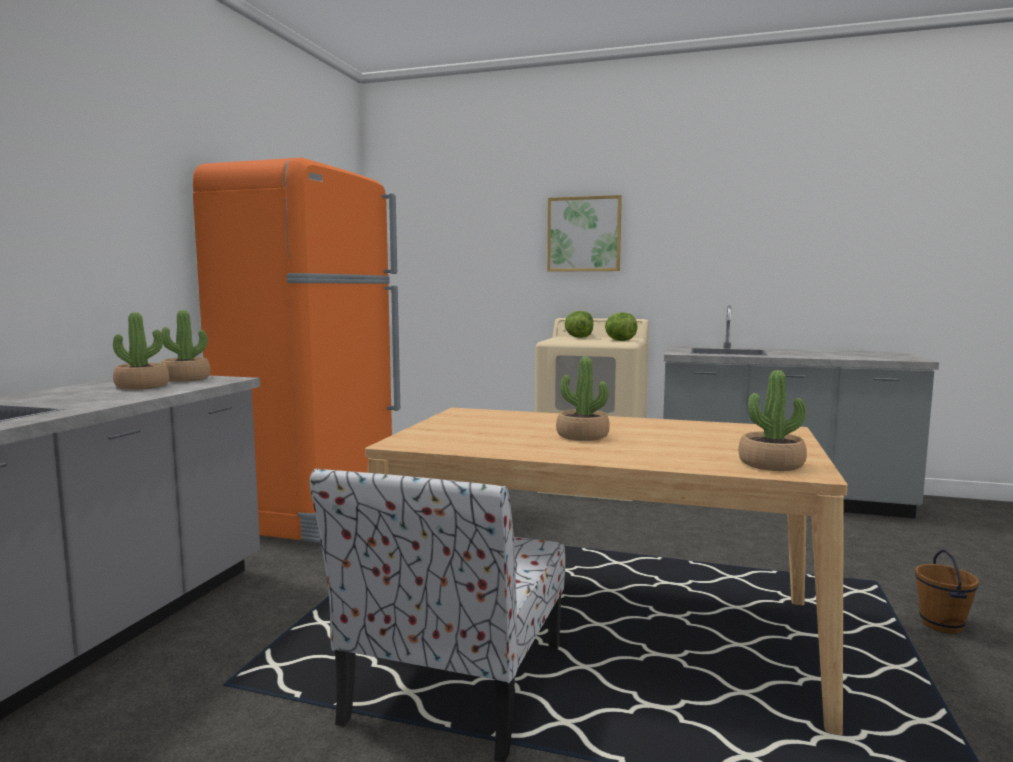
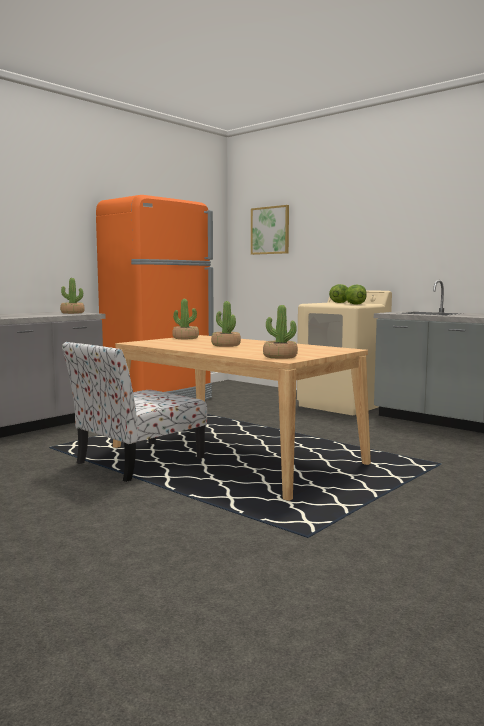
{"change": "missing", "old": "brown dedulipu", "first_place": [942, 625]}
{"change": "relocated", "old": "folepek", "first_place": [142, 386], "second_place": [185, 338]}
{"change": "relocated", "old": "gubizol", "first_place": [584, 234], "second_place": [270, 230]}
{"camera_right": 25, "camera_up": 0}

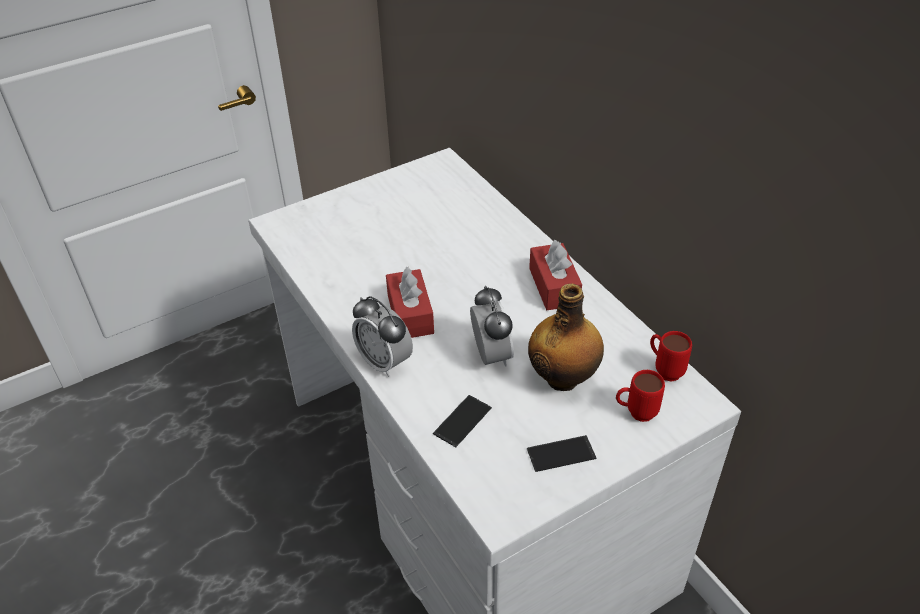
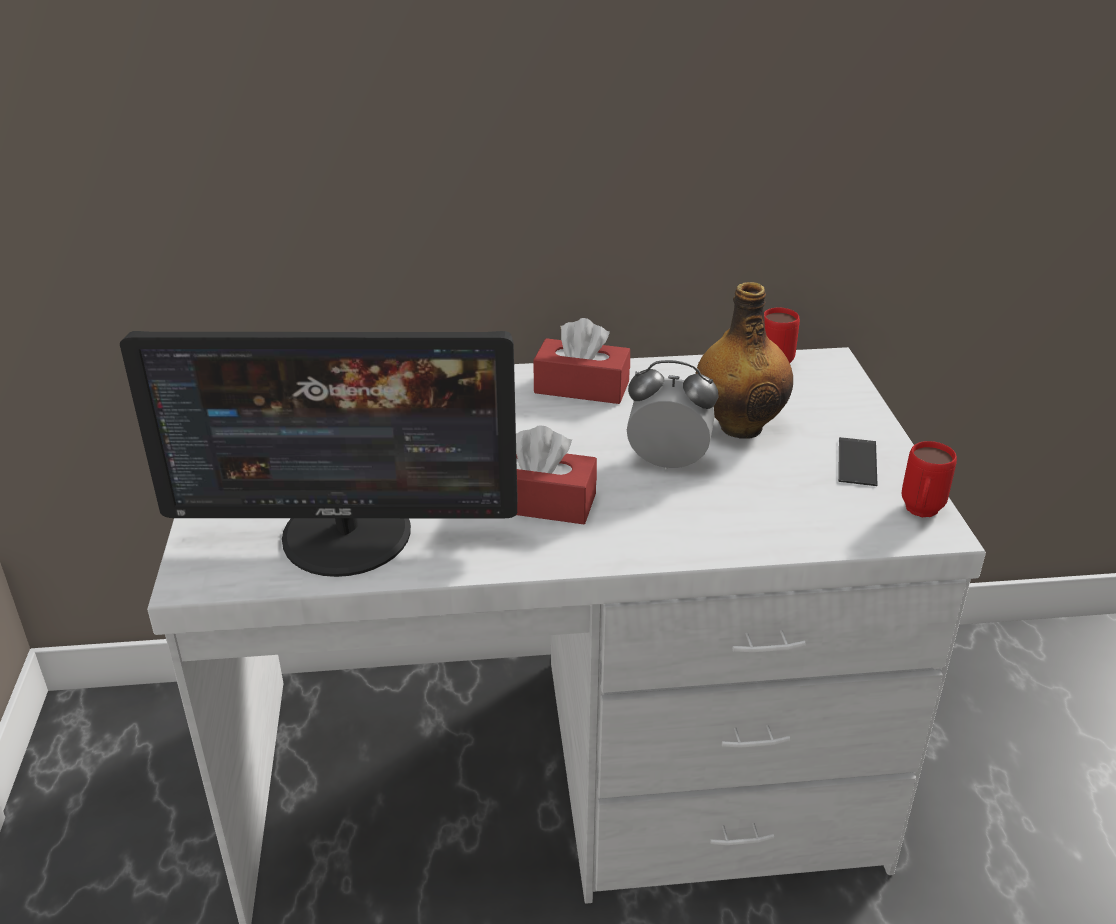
{"change": "missing", "old": "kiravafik", "first_place": [384, 362]}
{"change": "missing", "old": "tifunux", "first_place": [462, 421]}
{"change": "appeared", "new": "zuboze", "second_place": [347, 535]}
{"change": "relocated", "old": "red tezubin", "first_place": [635, 413], "second_place": [920, 514]}
{"camera_right": -65, "camera_up": -10}

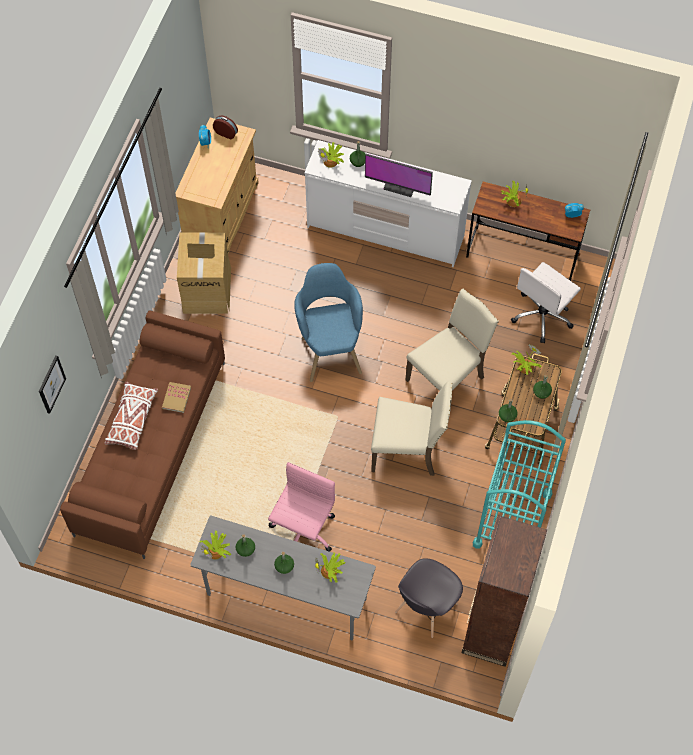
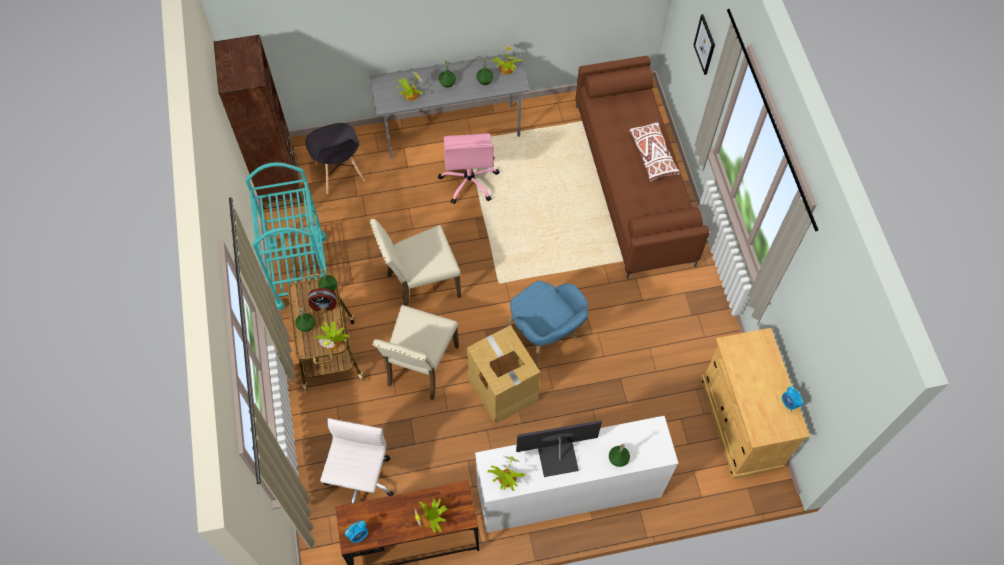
{"change": "missing", "old": "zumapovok", "first_place": [176, 398]}
{"change": "relocated", "old": "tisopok", "first_place": [207, 289], "second_place": [502, 388]}
{"change": "relocated", "old": "kiravafik", "first_place": [226, 132], "second_place": [324, 305]}
{"change": "relocated", "old": "folepek", "first_place": [331, 161], "second_place": [506, 479]}
{"change": "spun", "old": "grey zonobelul", "first_place": [426, 608], "second_place": [340, 173], "degrees": 150}
{"camera_right": 150, "camera_up": 0}

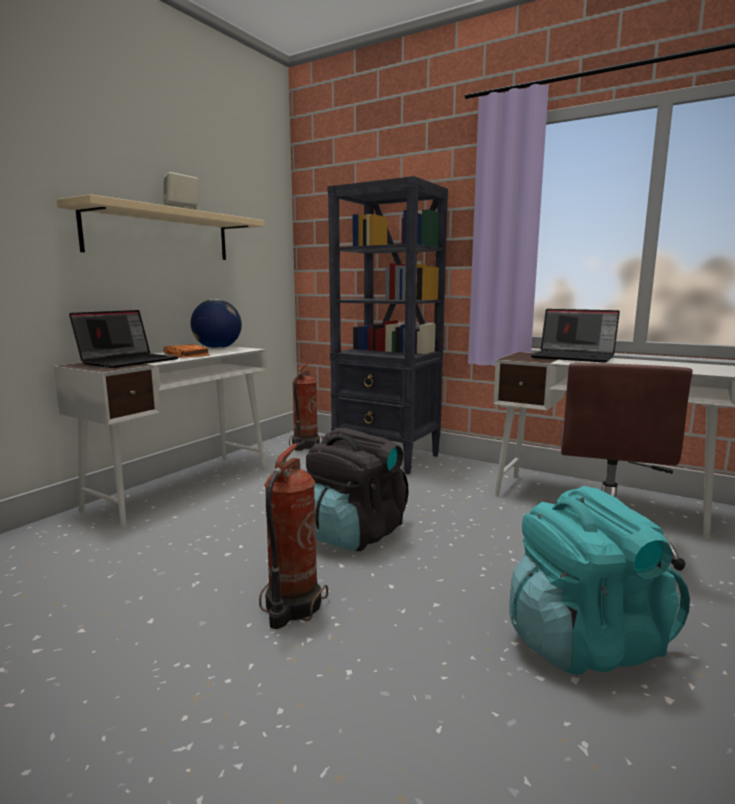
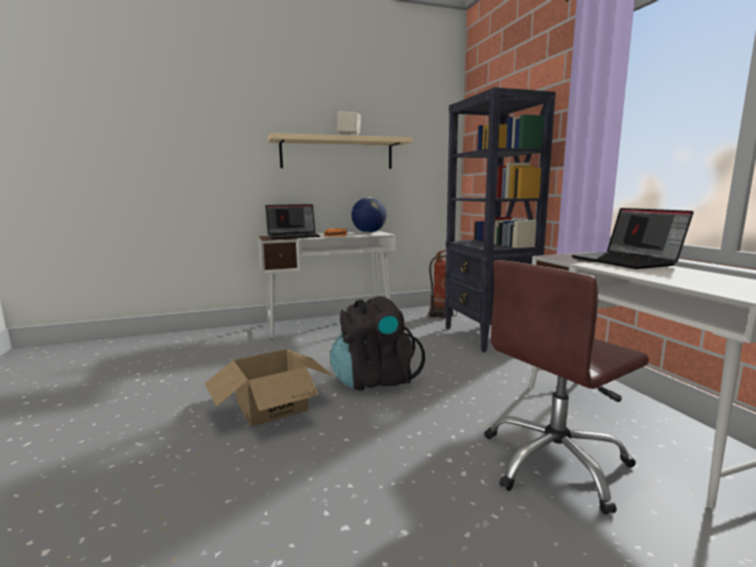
{"change": "missing", "old": "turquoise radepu", "first_place": [584, 642]}
{"change": "exchanged", "old": "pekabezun", "new": "tisopok", "first_place": [291, 607], "second_place": [272, 405]}
{"camera_right": 40, "camera_up": 0}

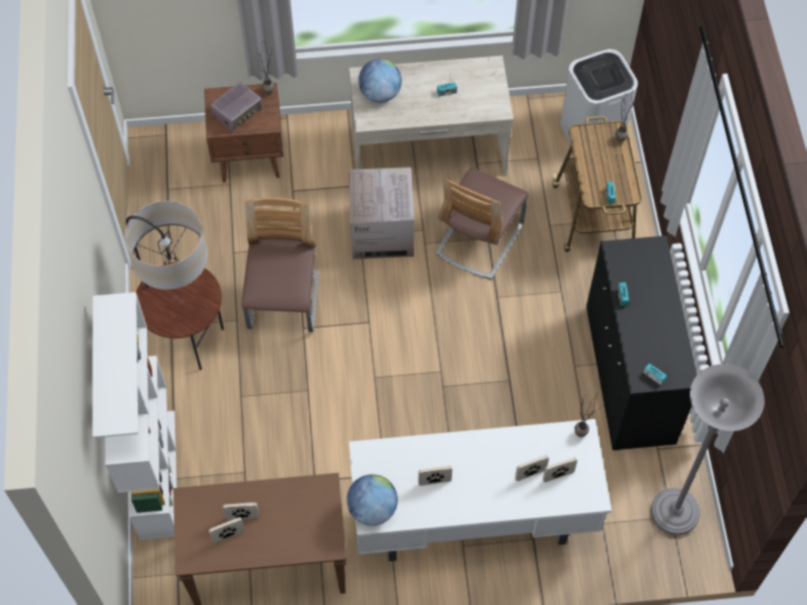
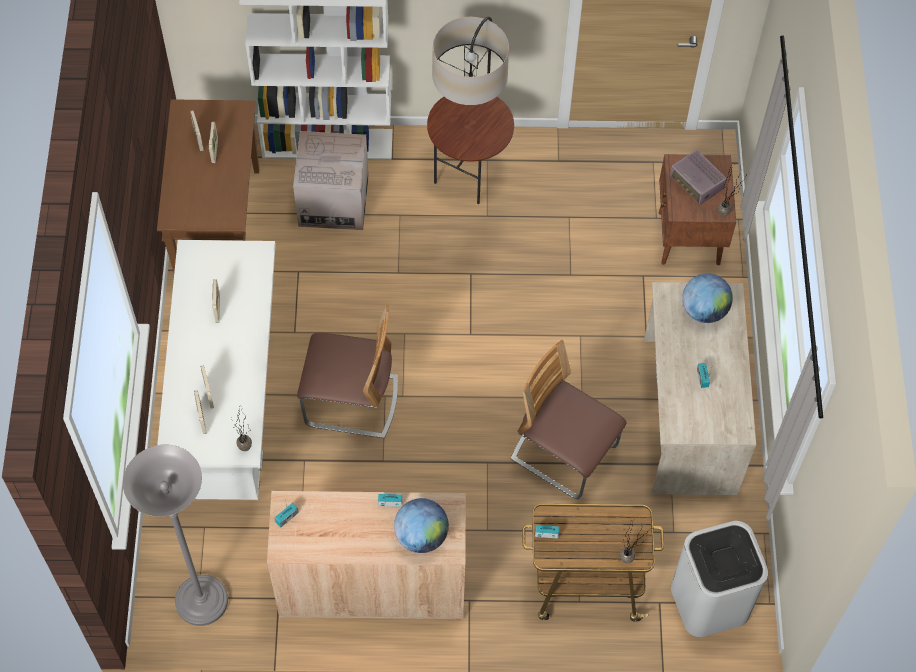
{"change": "relocated", "old": "zonobelul", "first_place": [284, 302], "second_place": [351, 401]}
{"change": "relocated", "old": "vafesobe", "first_place": [372, 509], "second_place": [421, 536]}
{"change": "relocated", "old": "tisopok", "first_place": [382, 231], "second_place": [333, 201]}
{"change": "colour", "old": "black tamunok", "new": "beige tamunok", "first_place": [629, 375], "second_place": [372, 584]}
{"camera_right": 95, "camera_up": 0}

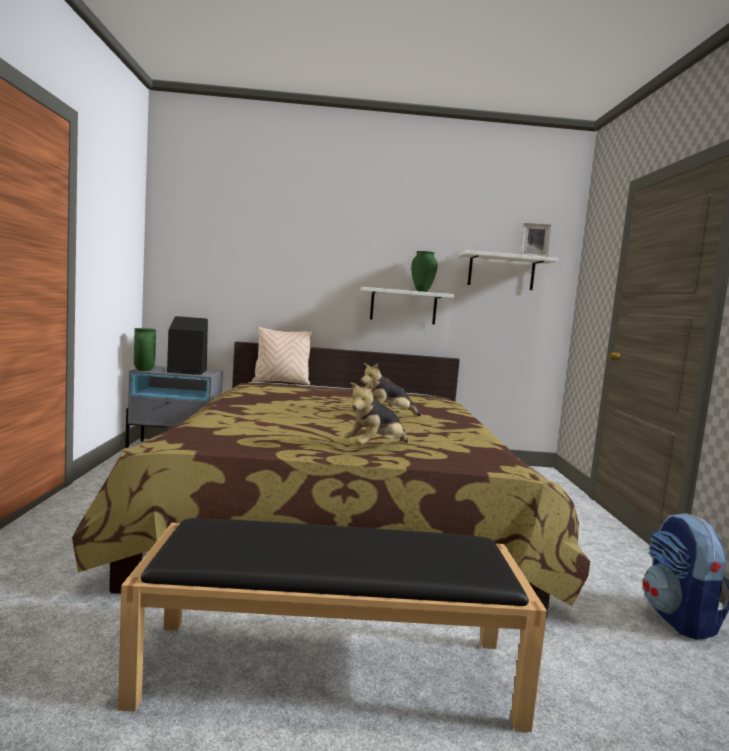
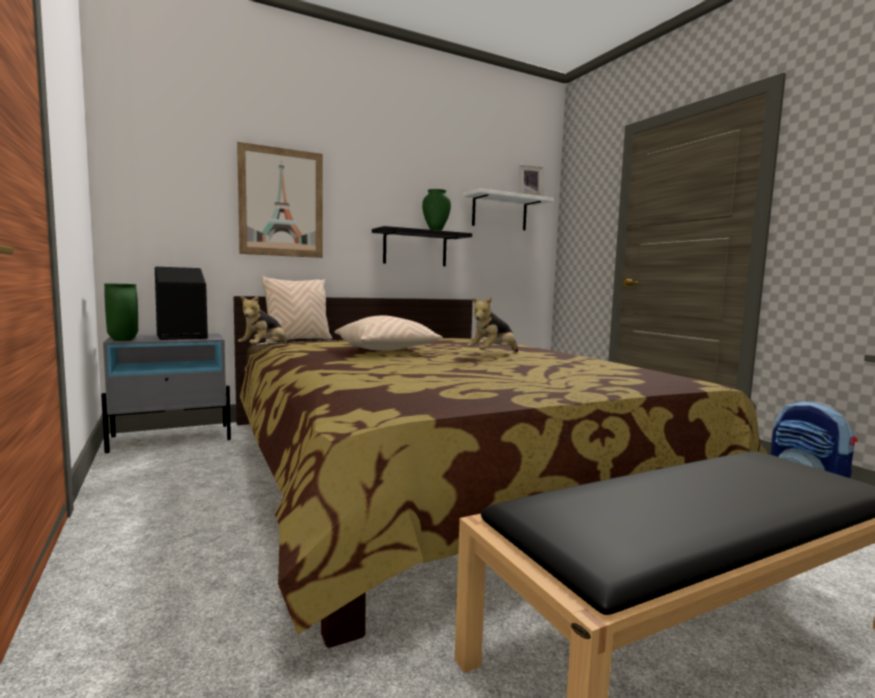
{"change": "appeared", "new": "gubizol", "second_place": [281, 202]}
{"change": "appeared", "new": "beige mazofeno", "second_place": [387, 351]}
{"change": "relocated", "old": "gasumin", "first_place": [375, 448], "second_place": [264, 348]}
{"change": "colour", "old": "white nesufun", "new": "black nesufun", "first_place": [403, 306], "second_place": [415, 248]}
{"camera_right": -25, "camera_up": 0}

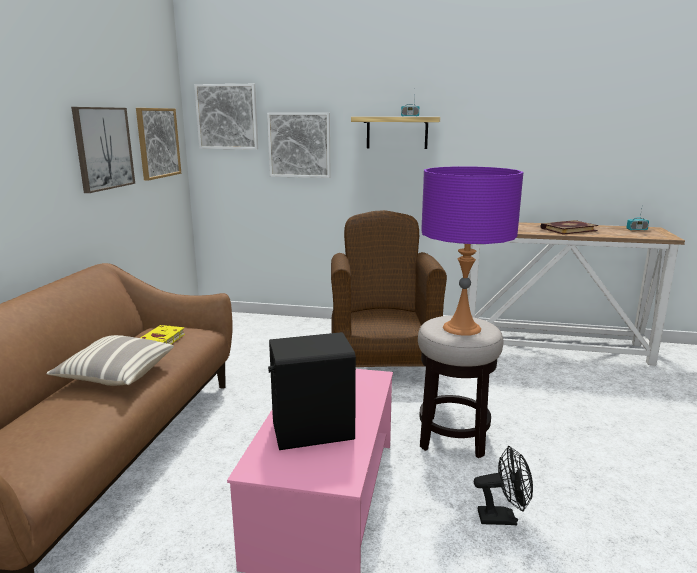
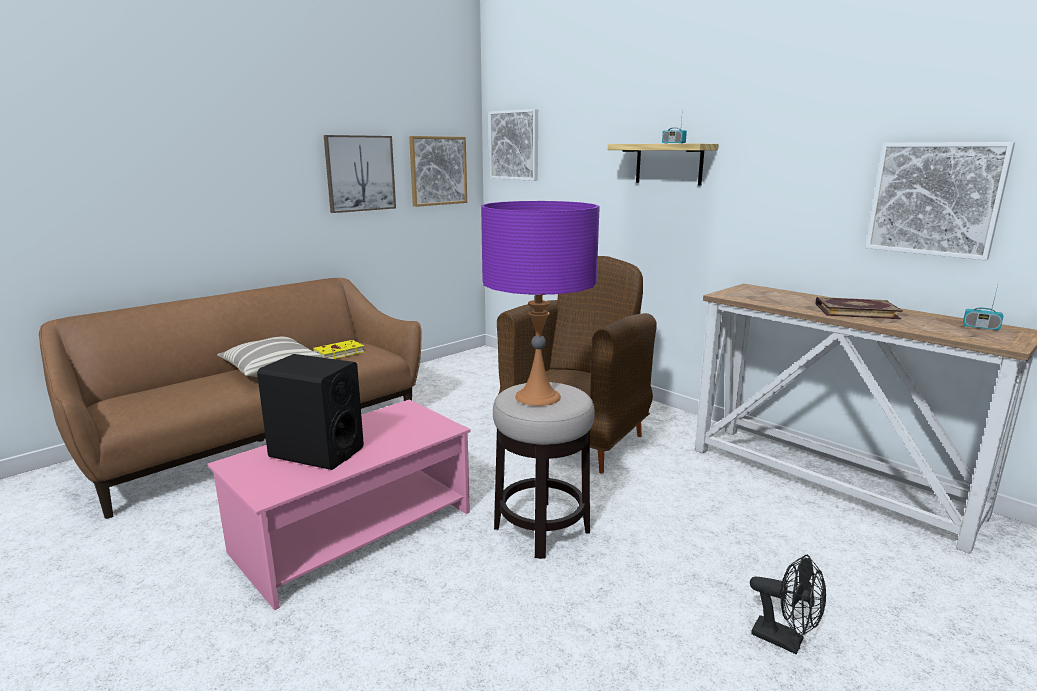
{"change": "relocated", "old": "gubizol", "first_place": [299, 145], "second_place": [935, 199]}
{"change": "relocated", "old": "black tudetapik", "first_place": [503, 518], "second_place": [785, 640]}
{"camera_right": 35, "camera_up": 0}

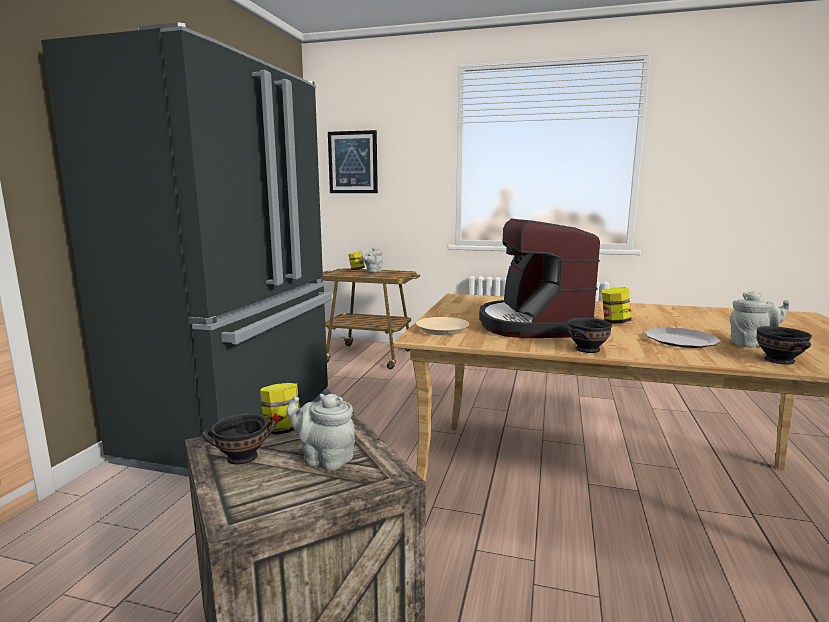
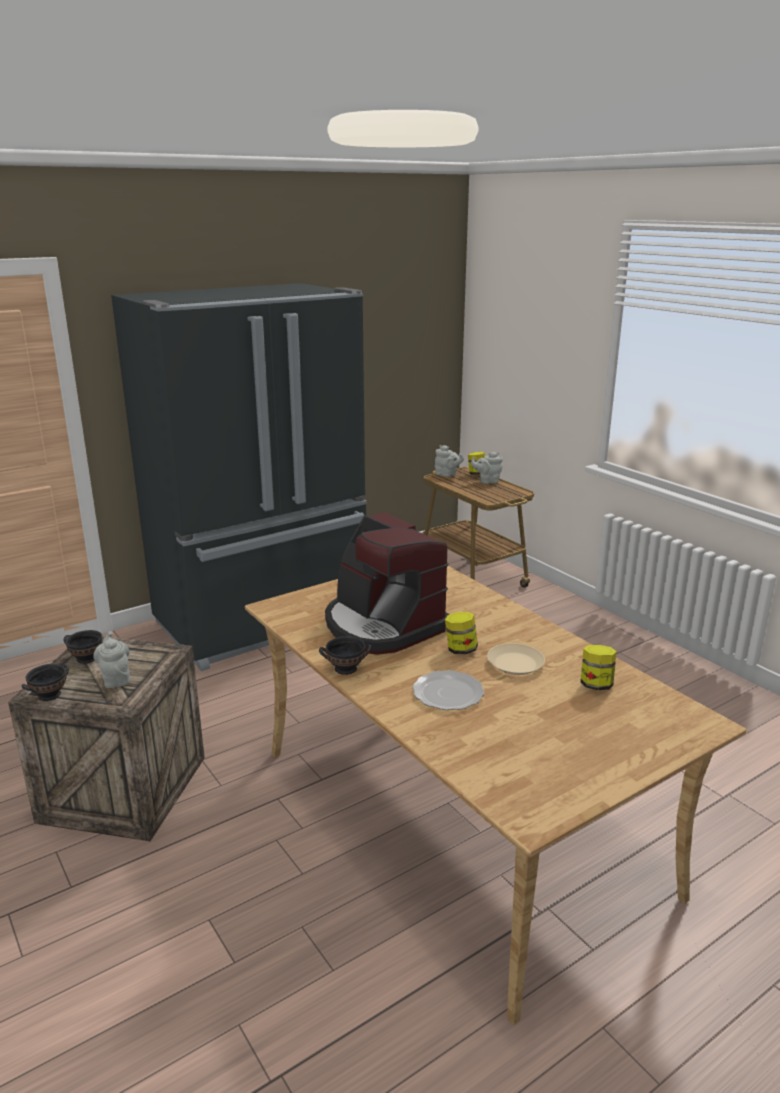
{"change": "missing", "old": "gubizol", "first_place": [353, 162]}
{"change": "relocated", "old": "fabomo", "first_place": [282, 430], "second_place": [596, 685]}
{"change": "relocated", "old": "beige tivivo", "first_place": [441, 330], "second_place": [514, 664]}
{"change": "relocated", "old": "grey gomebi", "first_place": [753, 344], "second_place": [447, 475]}
{"change": "relocated", "old": "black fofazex", "first_place": [779, 360], "second_place": [48, 695]}
{"change": "spun", "old": "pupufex", "first_place": [533, 325], "second_place": [382, 625], "degrees": -75}
{"camera_right": 40, "camera_up": 10}

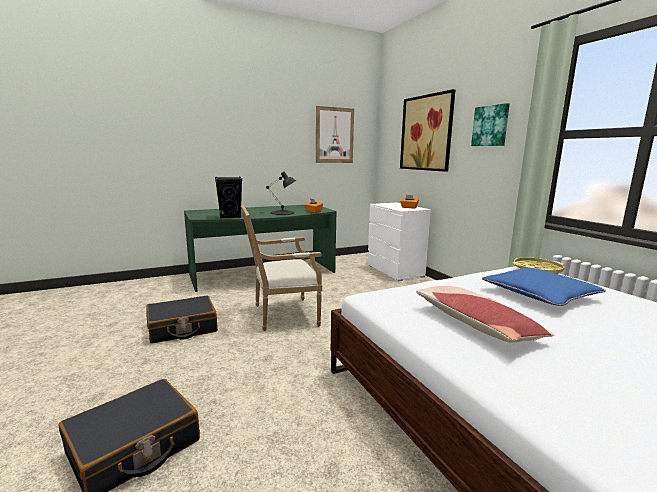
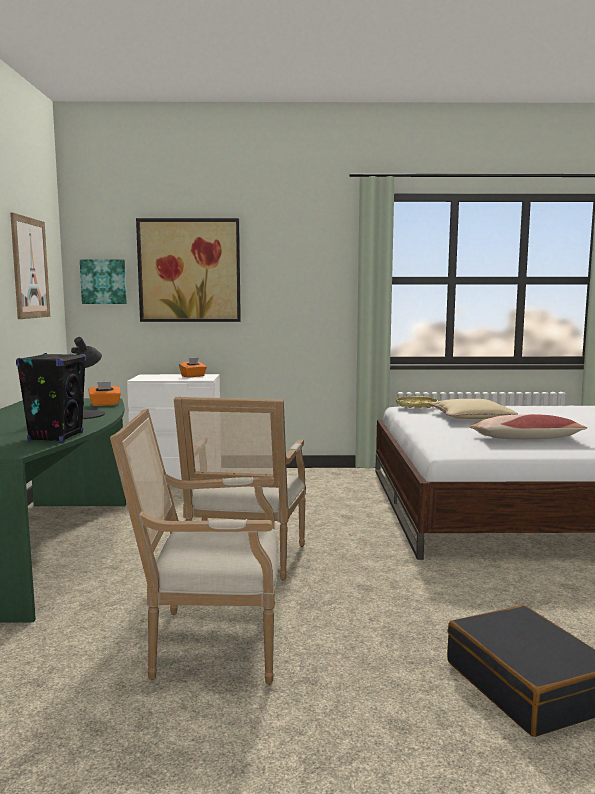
{"change": "relocated", "old": "gubizol", "first_place": [490, 126], "second_place": [104, 282]}
{"change": "exchanged", "old": "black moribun", "new": "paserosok", "first_place": [182, 328], "second_place": [208, 643]}
{"change": "colour", "old": "blue mazofeno", "new": "beige mazofeno", "first_place": [539, 293], "second_place": [471, 417]}
{"camera_right": -65, "camera_up": -5}

